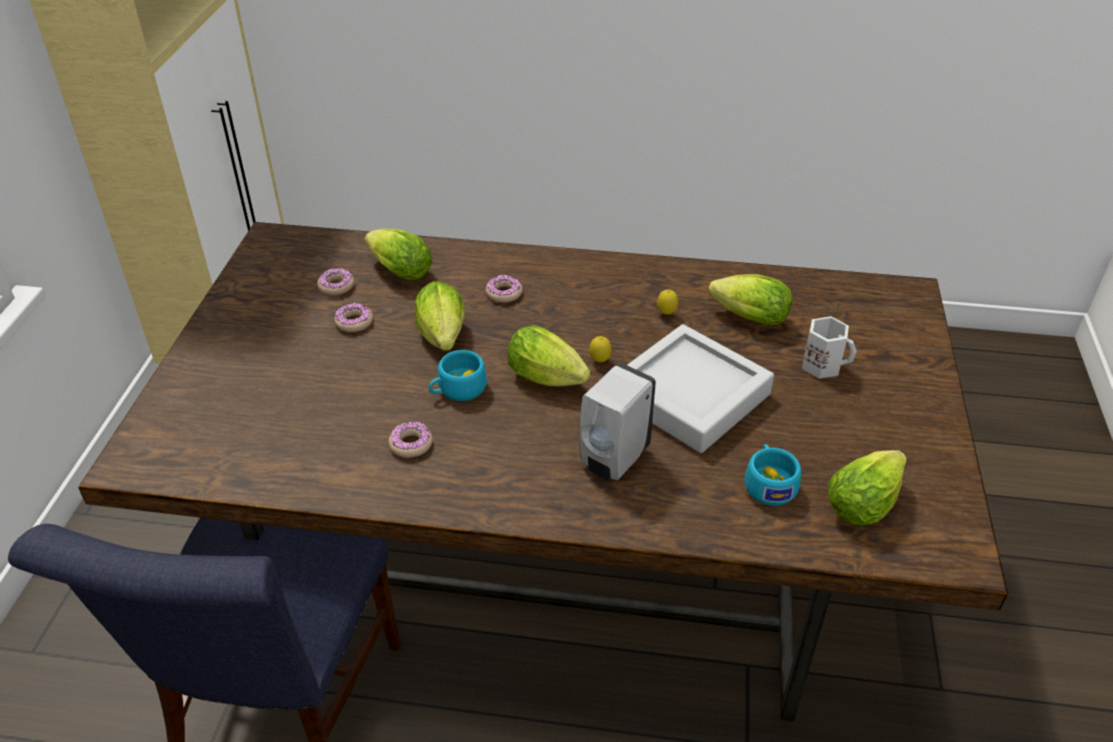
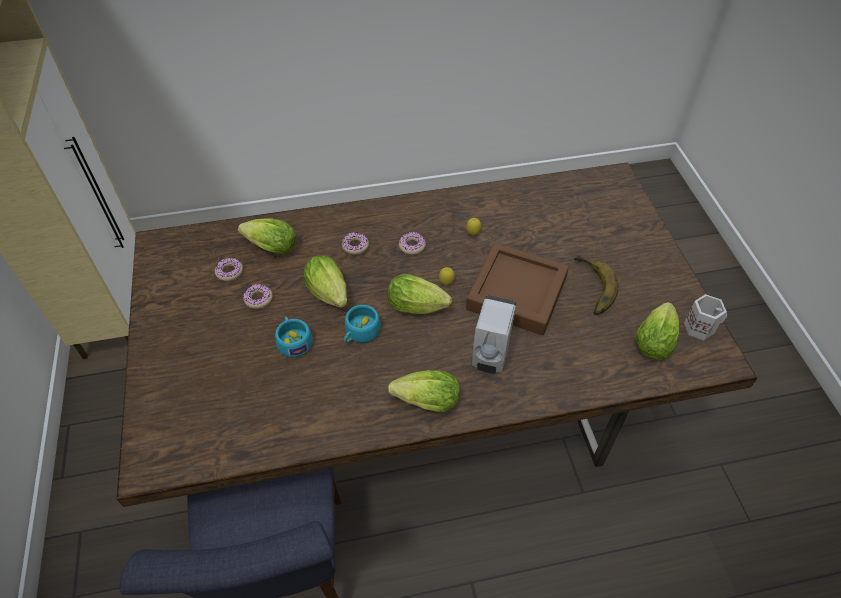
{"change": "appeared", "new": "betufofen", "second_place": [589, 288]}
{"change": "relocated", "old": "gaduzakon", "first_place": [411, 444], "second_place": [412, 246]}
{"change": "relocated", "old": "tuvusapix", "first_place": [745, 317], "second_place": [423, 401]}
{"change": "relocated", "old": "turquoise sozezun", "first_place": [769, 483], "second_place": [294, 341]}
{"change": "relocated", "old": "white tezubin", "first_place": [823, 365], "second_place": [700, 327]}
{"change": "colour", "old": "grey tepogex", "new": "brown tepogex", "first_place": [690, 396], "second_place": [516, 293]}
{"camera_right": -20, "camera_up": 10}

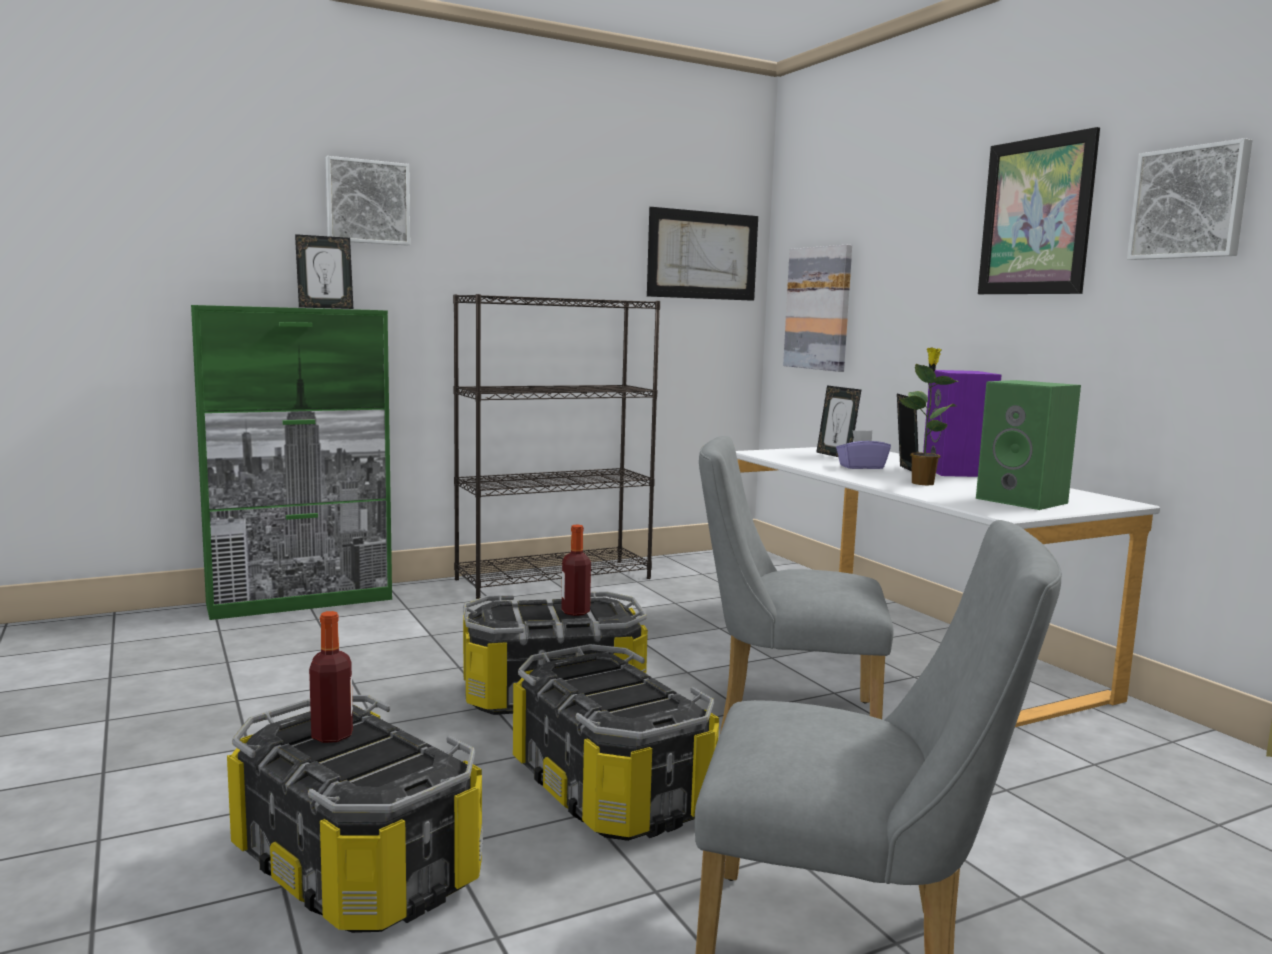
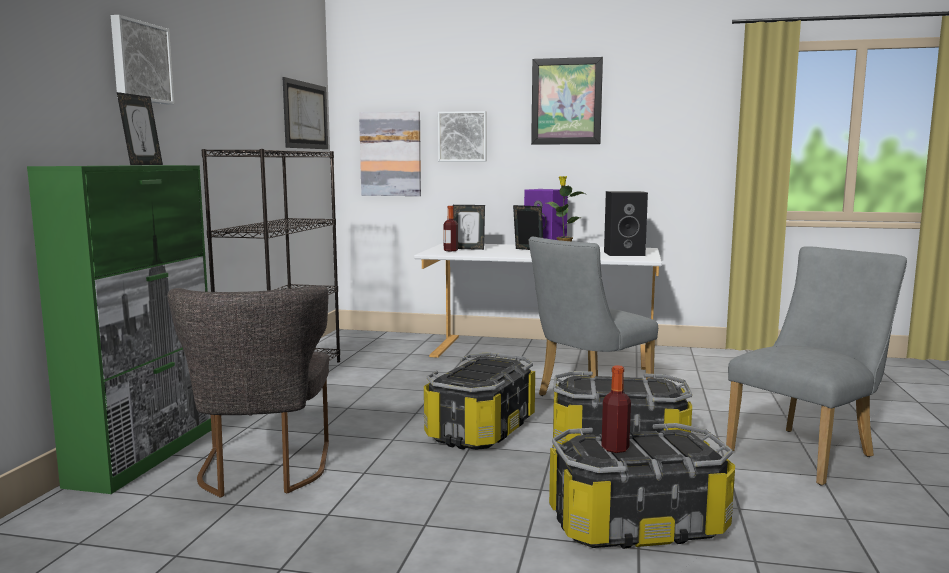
{"change": "missing", "old": "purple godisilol", "first_place": [861, 467]}
{"change": "appeared", "new": "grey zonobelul", "second_place": [262, 472]}
{"change": "relocated", "old": "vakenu", "first_place": [575, 612], "second_place": [450, 250]}
{"change": "relocated", "old": "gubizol", "first_place": [1190, 203], "second_place": [462, 136]}
{"change": "colour", "old": "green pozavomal", "new": "black pozavomal", "first_place": [1024, 501], "second_place": [625, 253]}
{"camera_right": -50, "camera_up": 0}

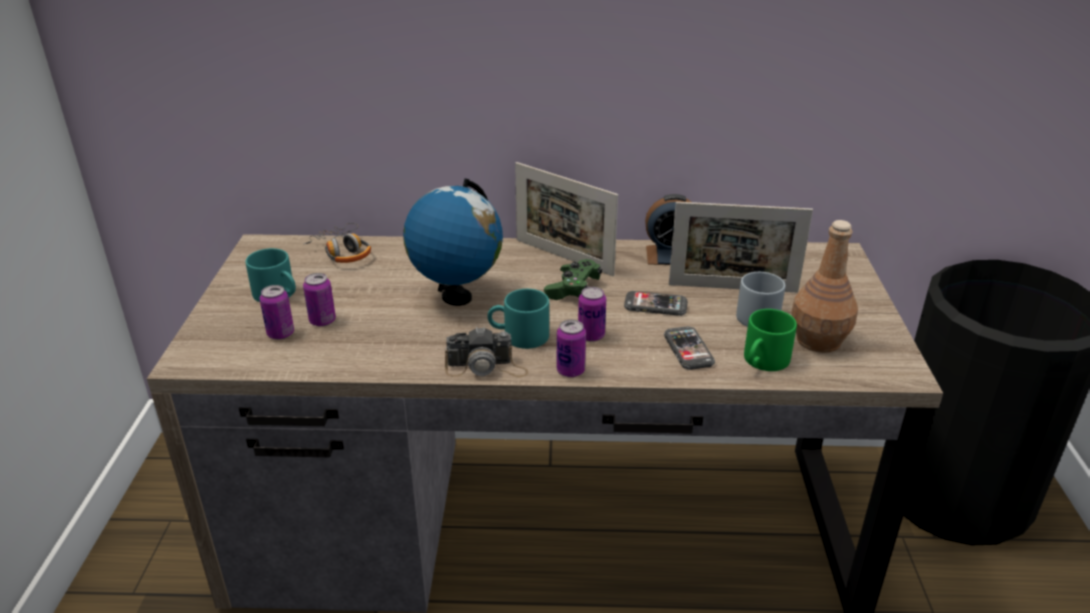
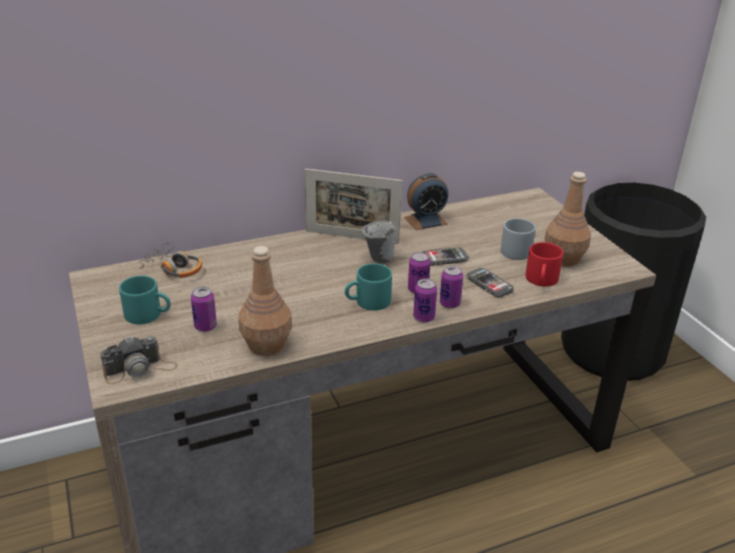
{"change": "missing", "old": "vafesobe", "first_place": [456, 297]}
{"change": "missing", "old": "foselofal", "first_place": [732, 288]}
{"change": "appeared", "new": "brown vakenu", "second_place": [266, 345]}
{"change": "relocated", "old": "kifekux", "first_place": [280, 334], "second_place": [449, 304]}
{"change": "relocated", "old": "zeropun", "first_place": [486, 367], "second_place": [140, 369]}
{"change": "exchanged", "old": "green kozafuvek", "new": "grey tezubin", "first_place": [573, 289], "second_place": [378, 259]}
{"change": "colour", "old": "green tezubin", "new": "red tezubin", "first_place": [763, 362], "second_place": [542, 281]}
{"camera_right": -25, "camera_up": 0}

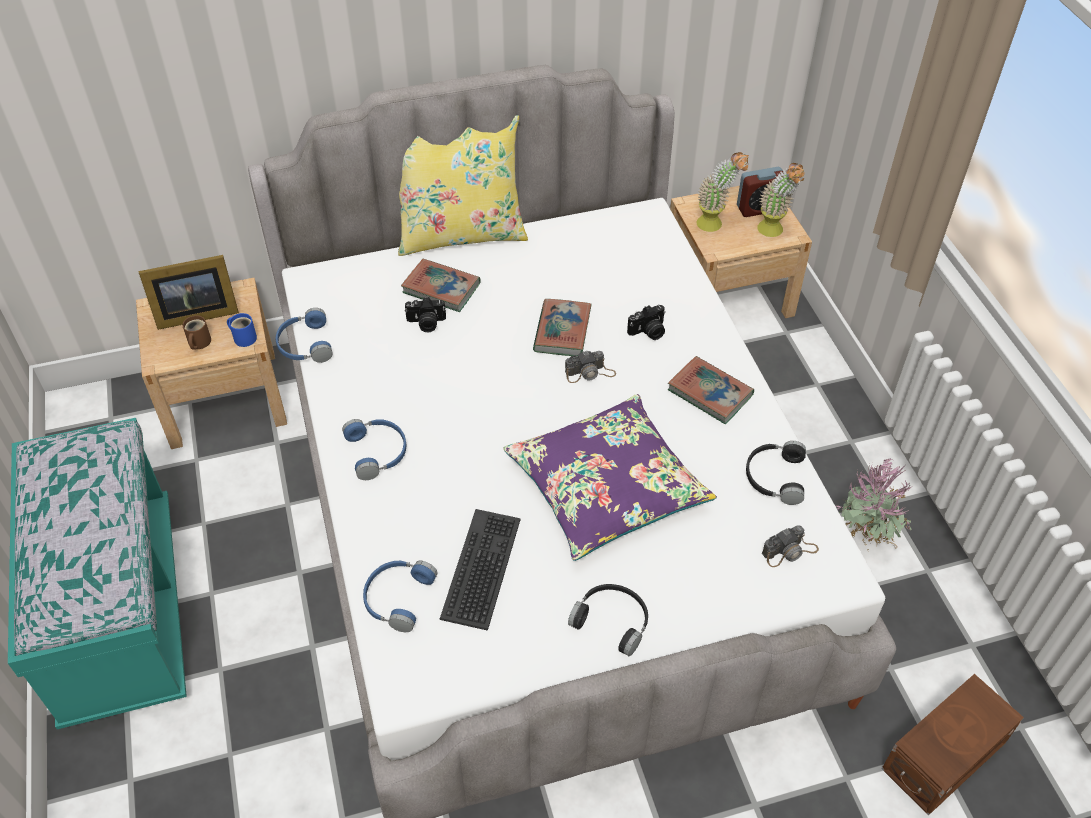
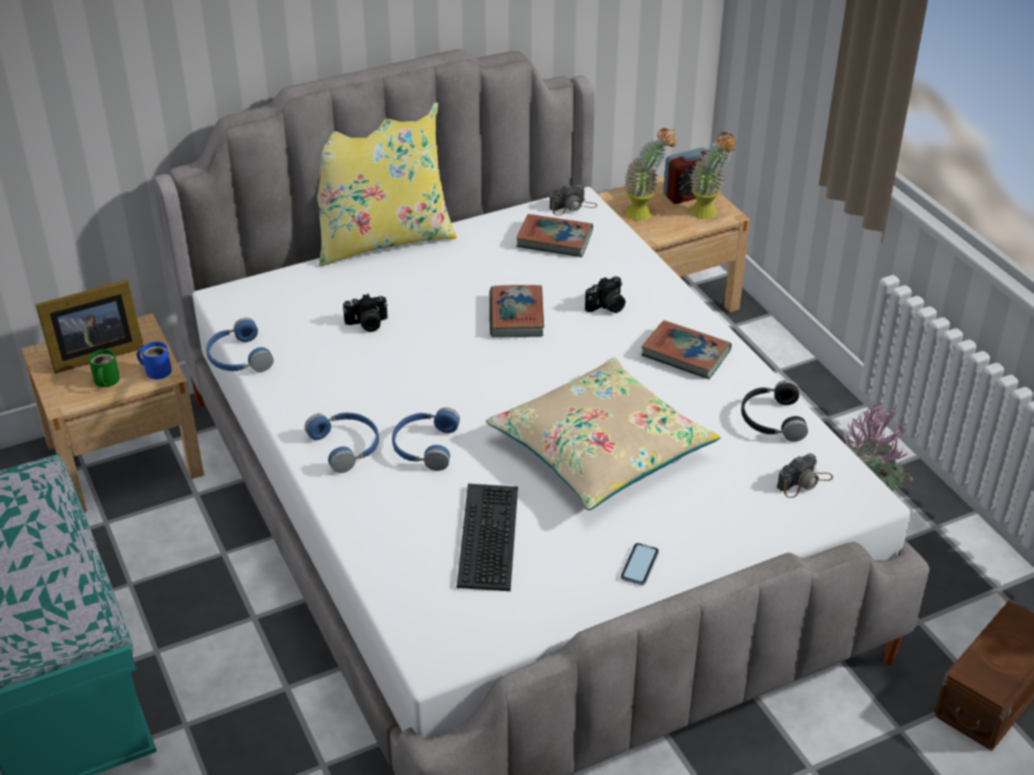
{"change": "relocated", "old": "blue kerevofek", "first_place": [397, 598], "second_place": [424, 446]}
{"change": "relocated", "old": "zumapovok", "first_place": [441, 288], "second_place": [554, 240]}
{"change": "relocated", "old": "zeropun", "first_place": [590, 373], "second_place": [573, 207]}
{"change": "exchanged", "old": "black kerevofek", "new": "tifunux", "first_place": [612, 620], "second_place": [639, 565]}
{"change": "colour", "old": "brown tezubin", "new": "green tezubin", "first_place": [198, 343], "second_place": [105, 381]}
{"change": "colour", "old": "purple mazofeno", "new": "beige mazofeno", "first_place": [606, 487], "second_place": [601, 449]}
{"camera_right": -10, "camera_up": -10}

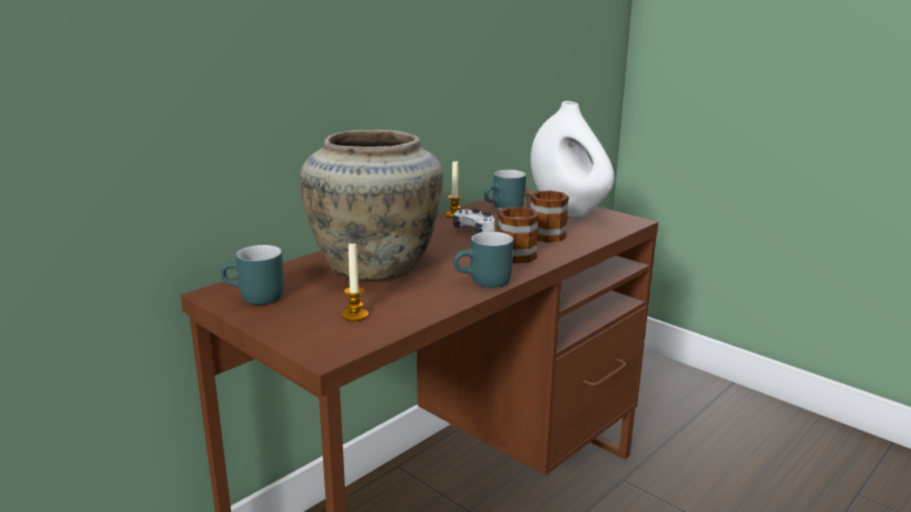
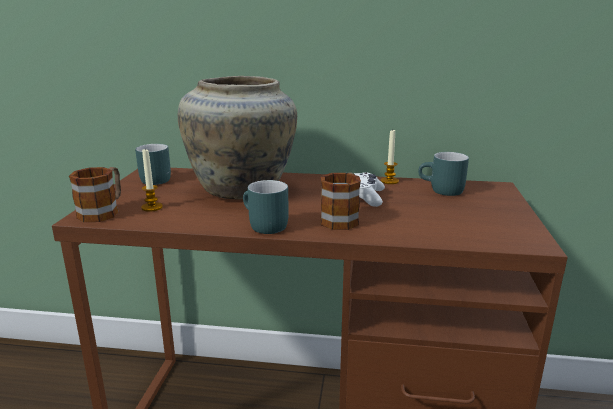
{"change": "missing", "old": "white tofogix", "first_place": [568, 210]}
{"change": "relocated", "old": "tezubin", "first_place": [541, 233], "second_place": [103, 211]}
{"camera_right": 55, "camera_up": 0}

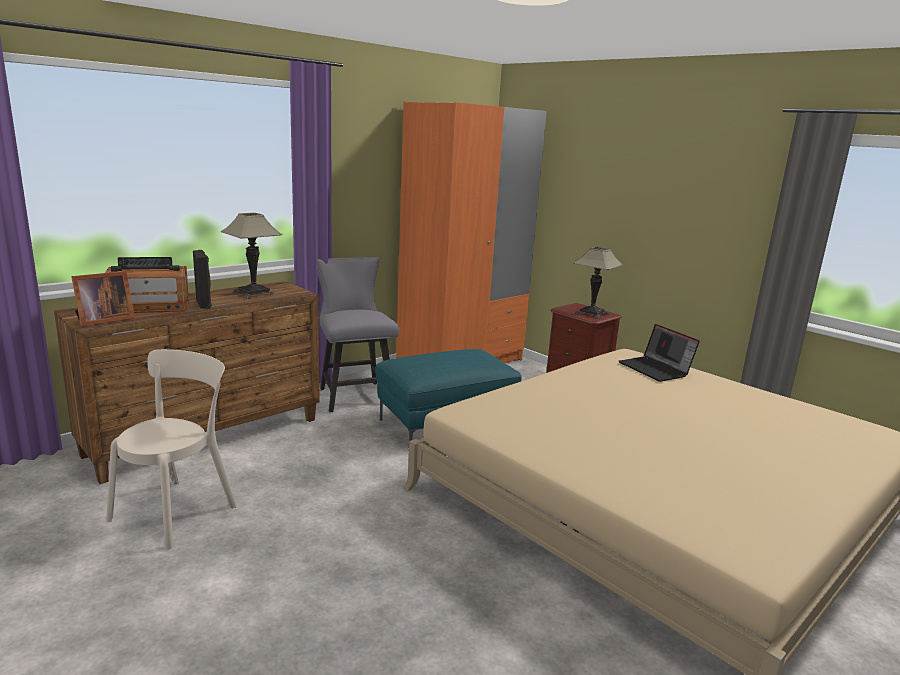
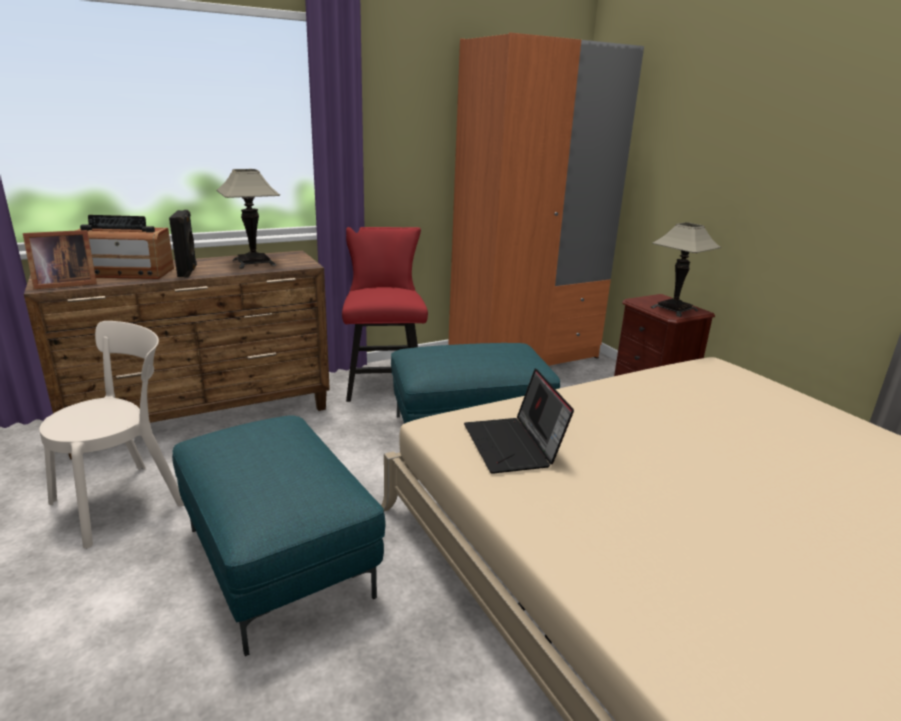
{"change": "appeared", "new": "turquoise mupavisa", "second_place": [280, 561]}
{"change": "relocated", "old": "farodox", "first_place": [656, 369], "second_place": [514, 446]}
{"change": "colour", "old": "grey zonobelul", "new": "red zonobelul", "first_place": [354, 394], "second_place": [384, 382]}
{"camera_right": 15, "camera_up": 5}

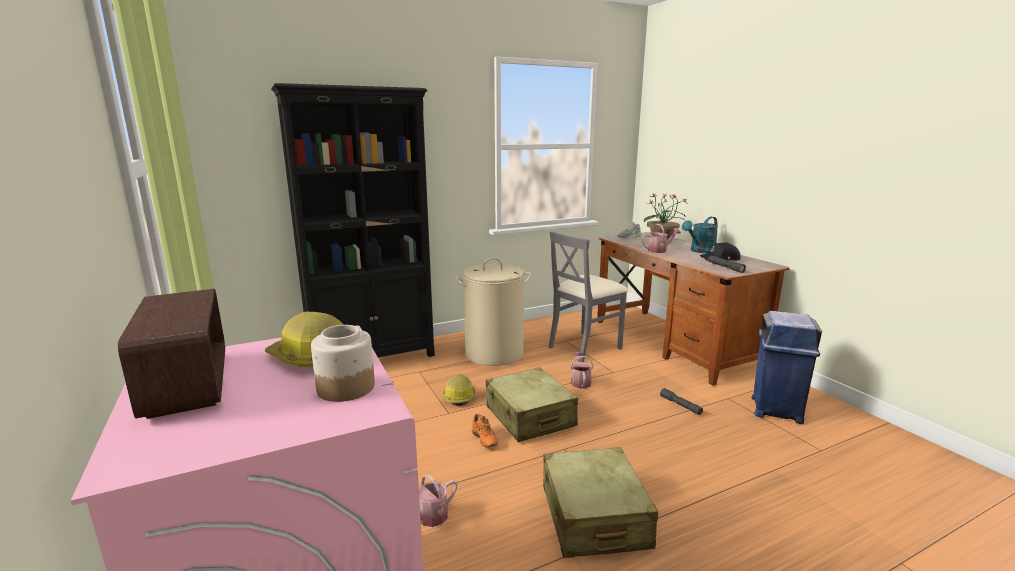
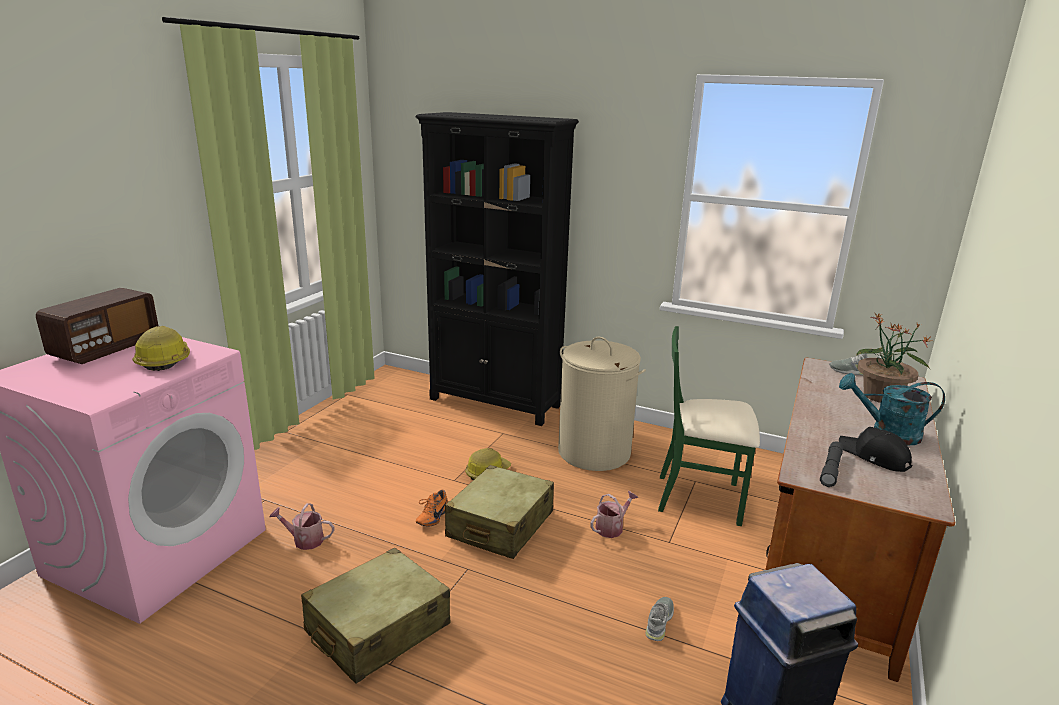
{"change": "missing", "old": "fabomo", "first_place": [345, 388]}
{"change": "missing", "old": "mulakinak", "first_place": [659, 250]}
{"change": "exchanged", "old": "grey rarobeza", "new": "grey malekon", "first_place": [680, 405], "second_place": [659, 622]}
{"change": "colour", "old": "grey zonobelul", "new": "green zonobelul", "first_place": [584, 347], "second_place": [700, 498]}
{"camera_right": 50, "camera_up": 5}

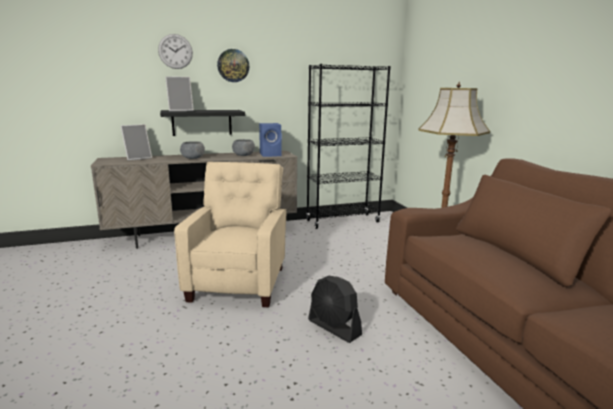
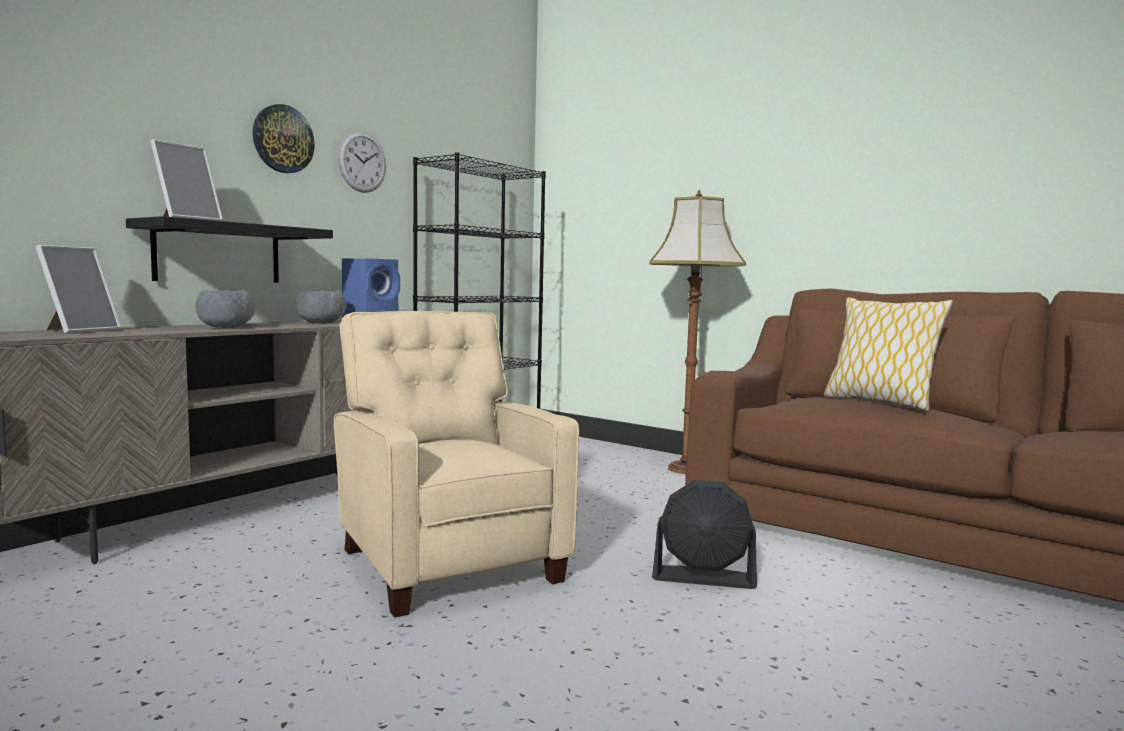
{"change": "appeared", "new": "mazofeno", "second_place": [879, 402]}
{"change": "relocated", "old": "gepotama", "first_place": [175, 51], "second_place": [362, 162]}
{"camera_right": -35, "camera_up": -10}

